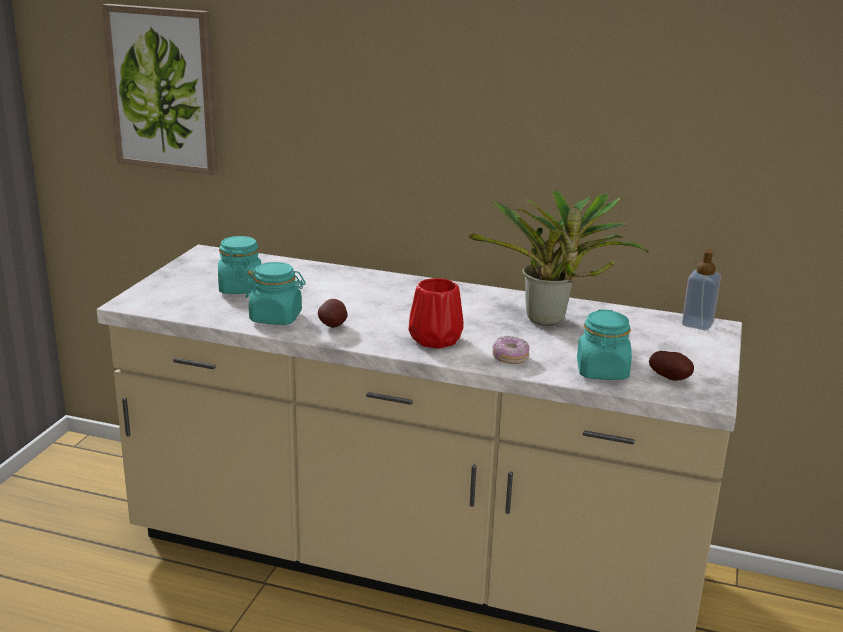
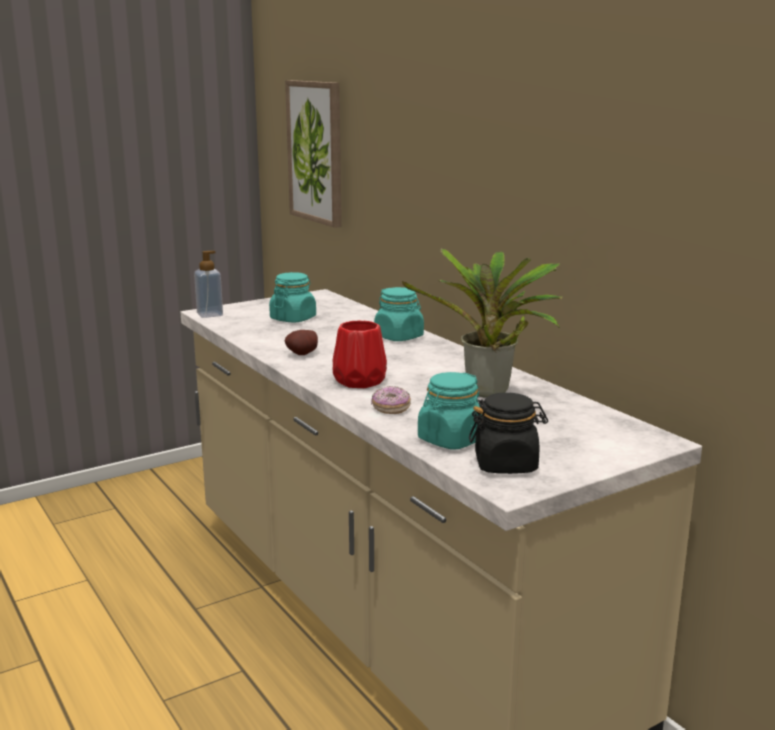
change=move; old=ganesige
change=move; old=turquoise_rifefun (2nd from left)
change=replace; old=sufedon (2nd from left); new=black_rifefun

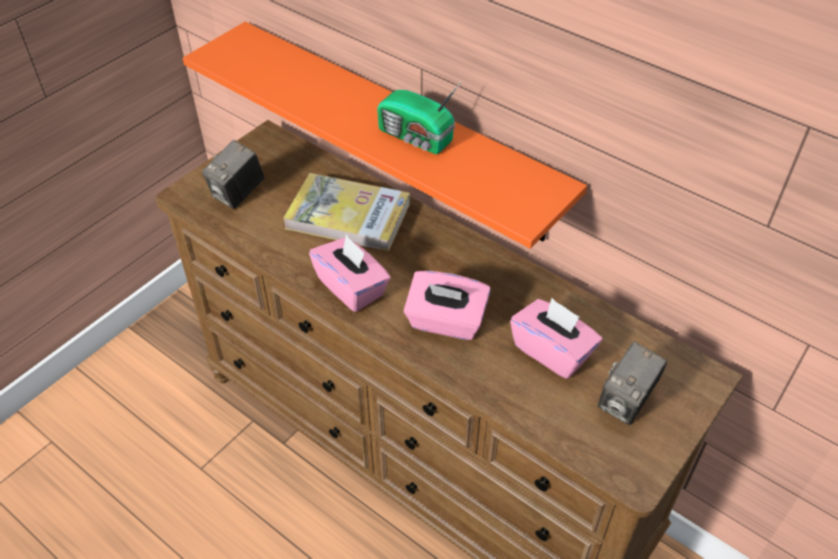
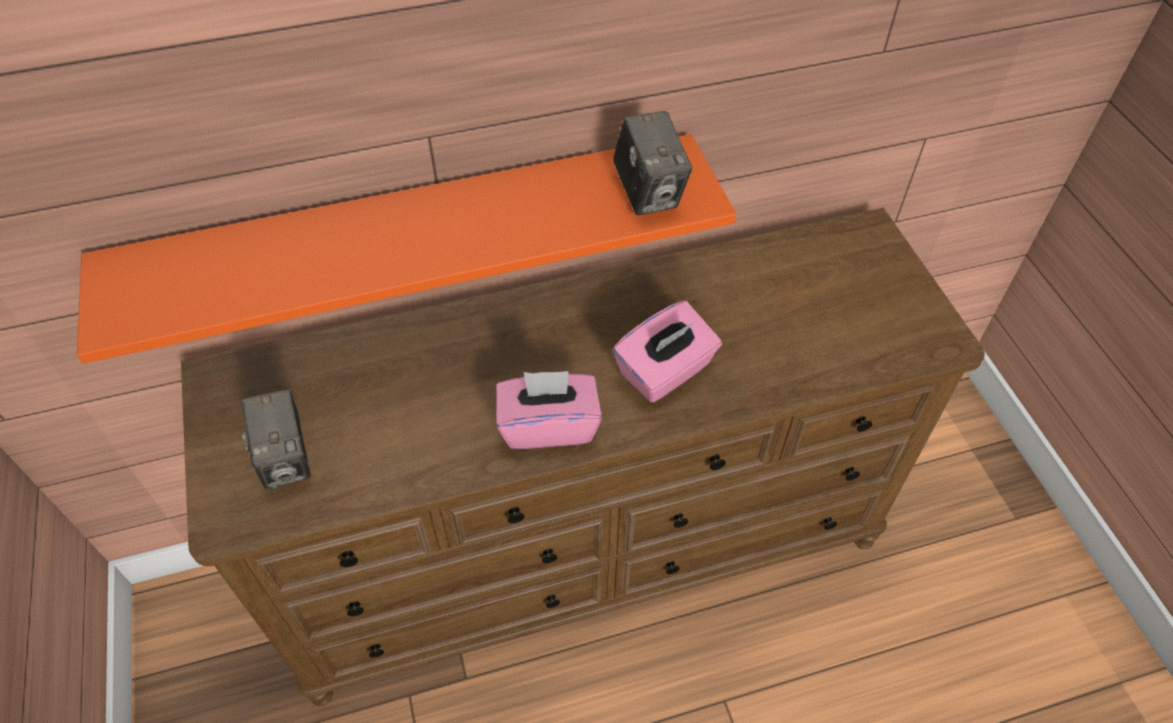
change=delete; old=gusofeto
change=delete; old=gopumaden
change=delete; old=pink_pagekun (3rd from left)
change=move; old=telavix (2nd from left)

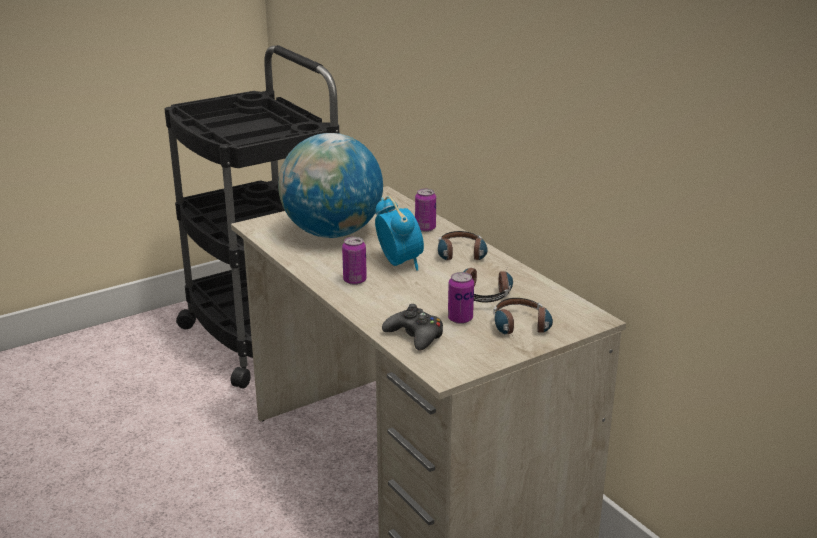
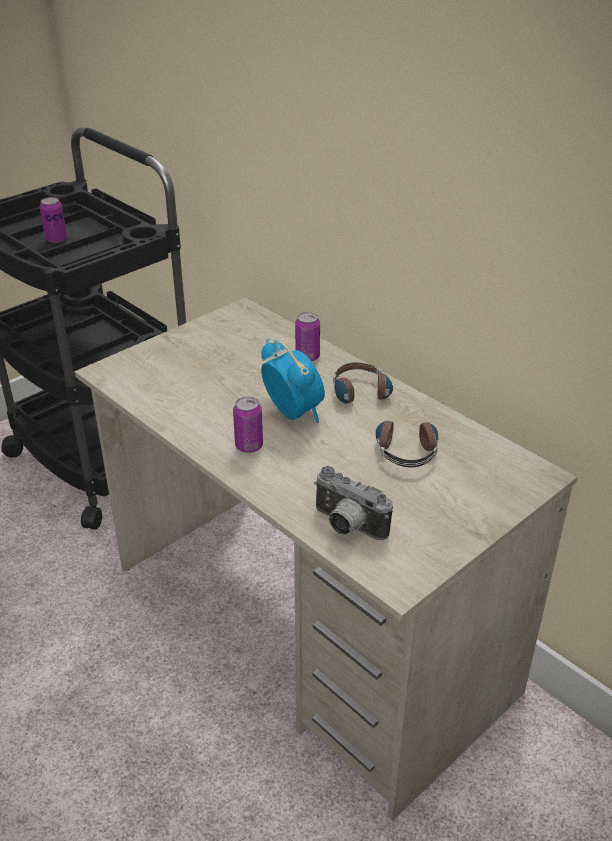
change=delete; old=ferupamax
change=move; old=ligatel (3rd from left in the first image); new=ligatel (1st from left)
change=delete; old=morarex (3rd from left)
change=replace; old=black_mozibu; new=telavix

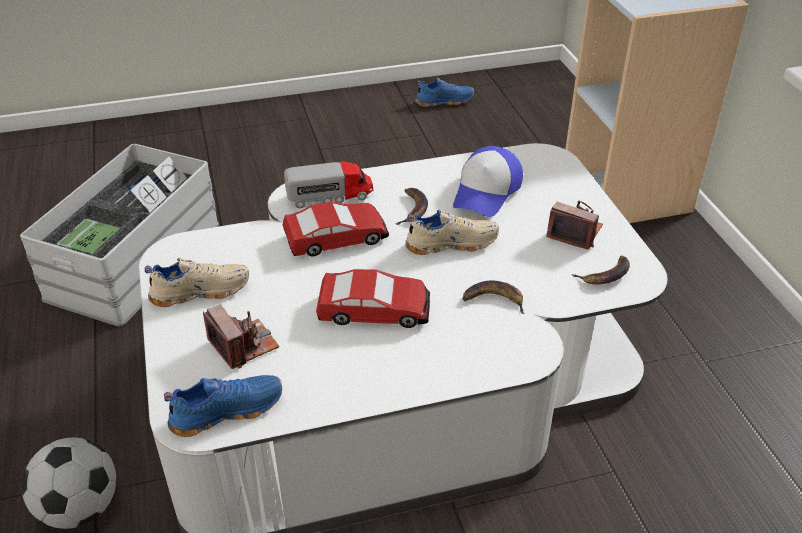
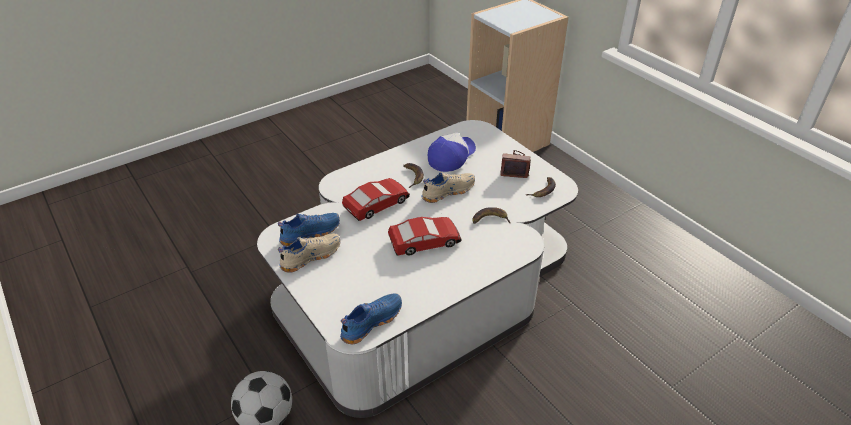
change=move; old=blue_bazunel (2nd from left in the first image); new=blue_bazunel (1st from left)
change=delete; old=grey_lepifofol
change=rotate; old=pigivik; degrees=-150
change=delete; old=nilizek
change=delete; old=telavix (1st from left)

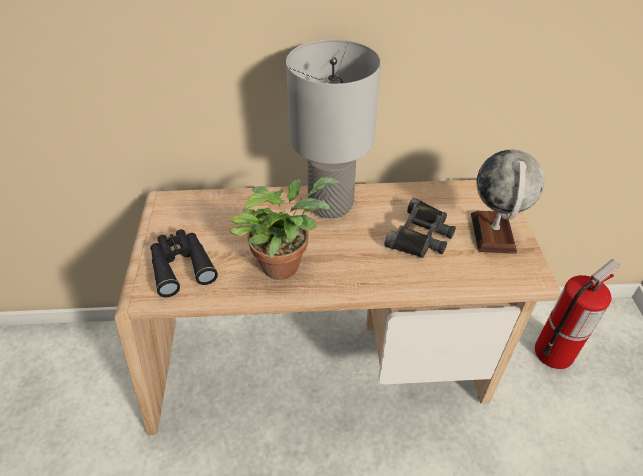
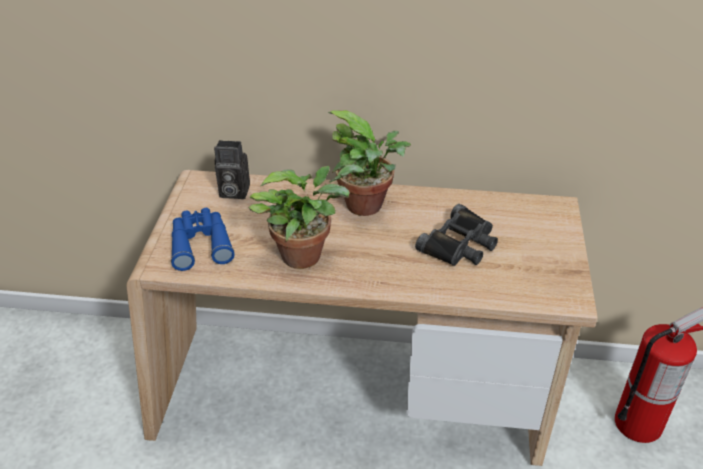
change=replace; old=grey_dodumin; new=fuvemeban (2nd from left)
change=delete; old=ferupamax
change=recolor; old=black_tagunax (1st from left); new=blue_tagunax
change=insert; new=telavix

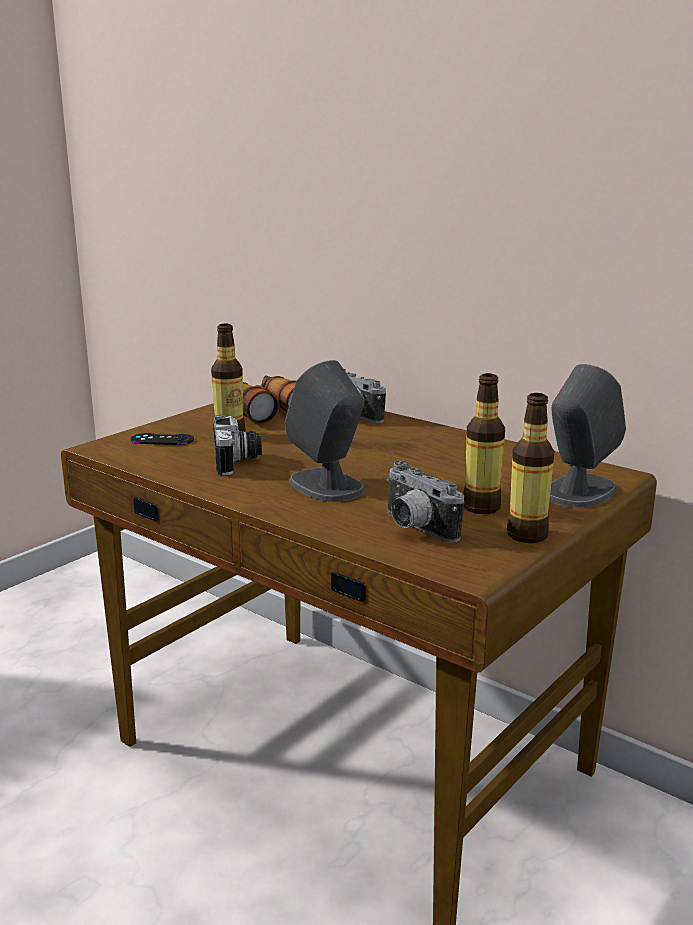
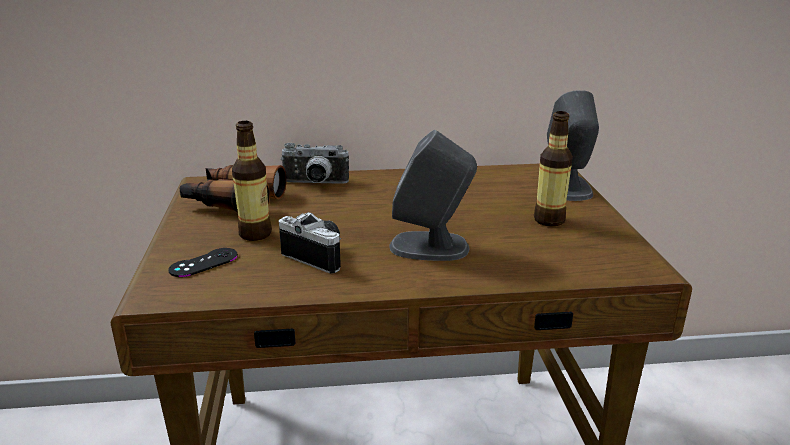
change=delete; old=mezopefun (3rd from left)
change=delete; old=telavix (3rd from left)

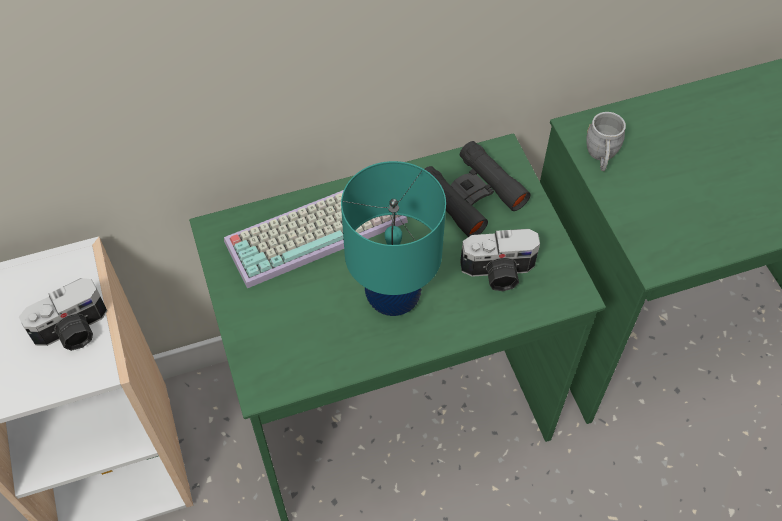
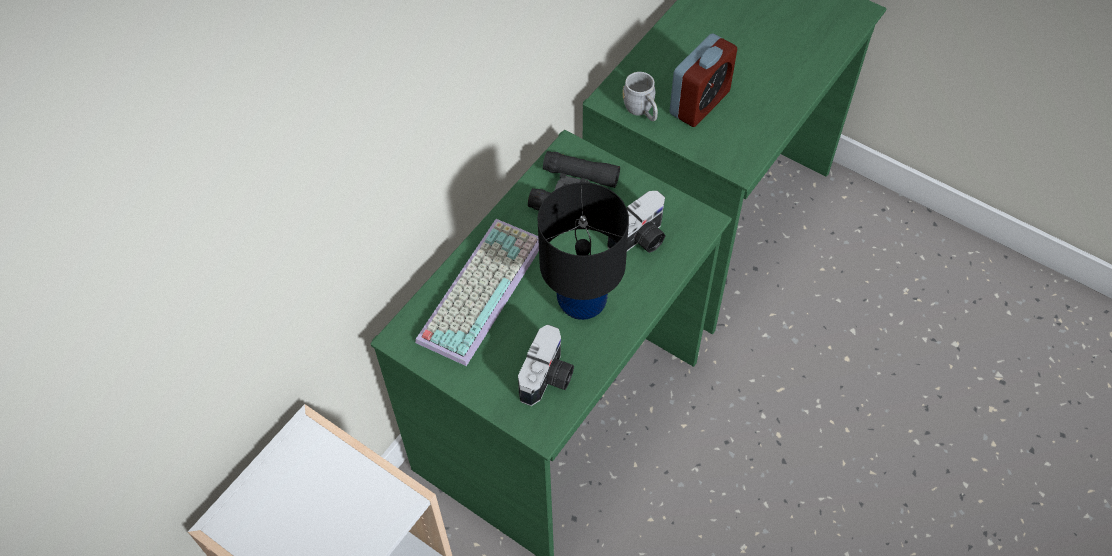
change=recolor; old=turquoise_dodumin; new=black_dodumin
change=move; old=telavix (1st from left)
change=insert; new=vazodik

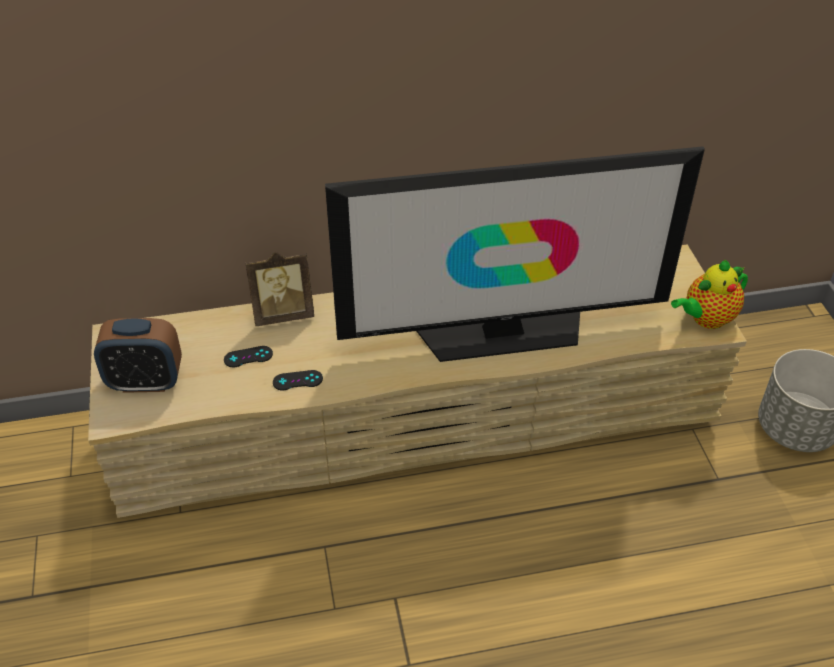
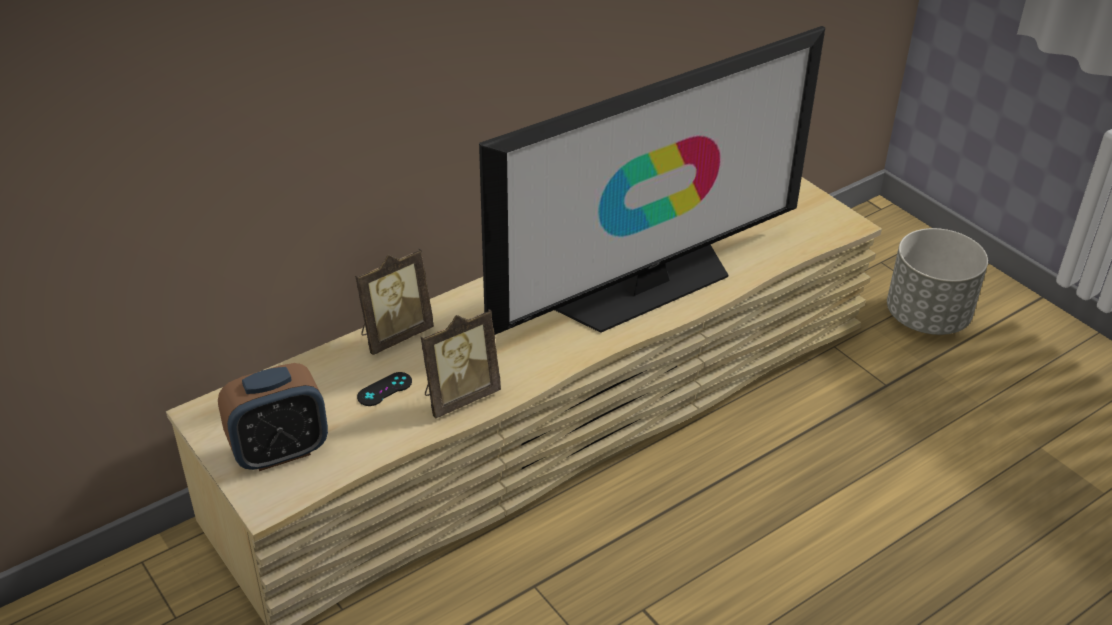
change=delete; old=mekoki
change=replace; old=black_mozibu (2nd from left); new=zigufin (2nd from left)

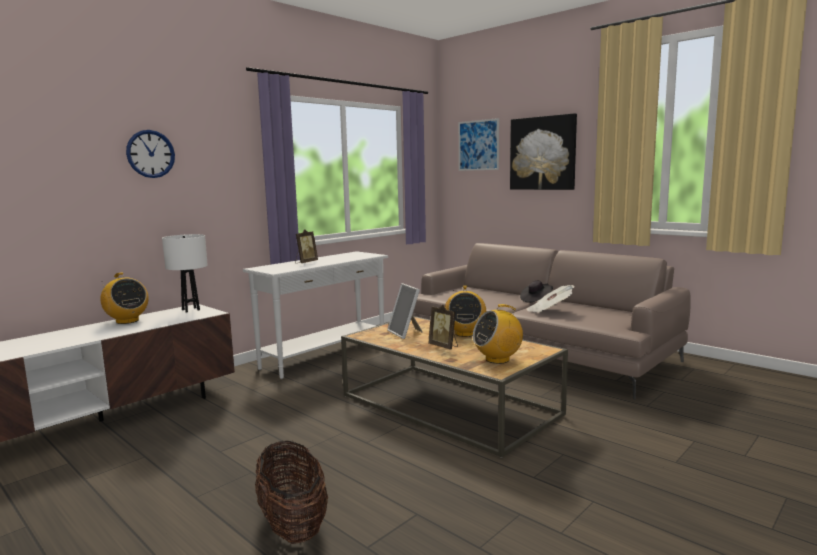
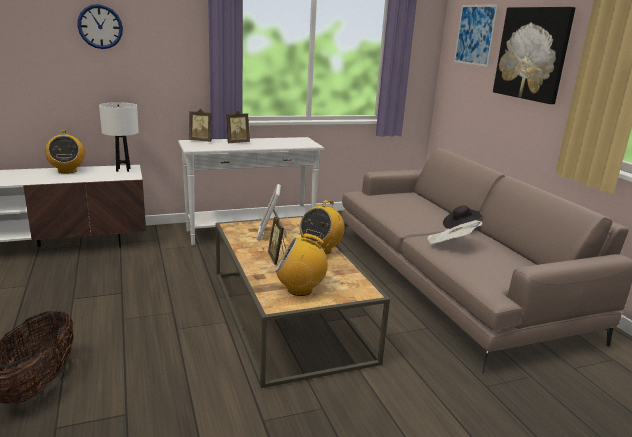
change=insert; new=zigufin (1st from left)

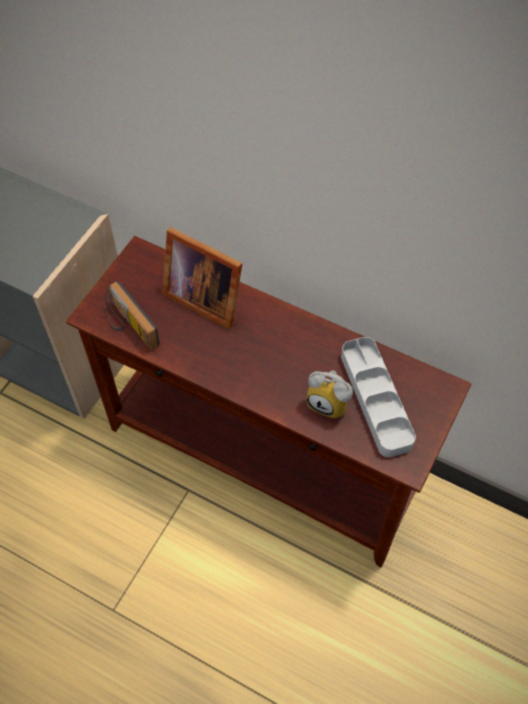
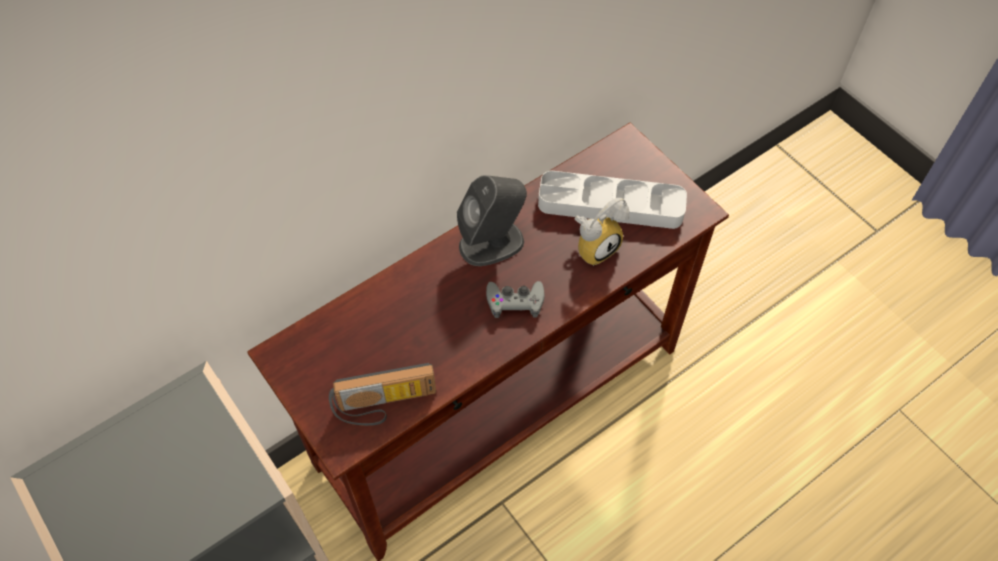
change=delete; old=zigufin
change=insert; new=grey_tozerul
change=insert; new=grey_mozibu

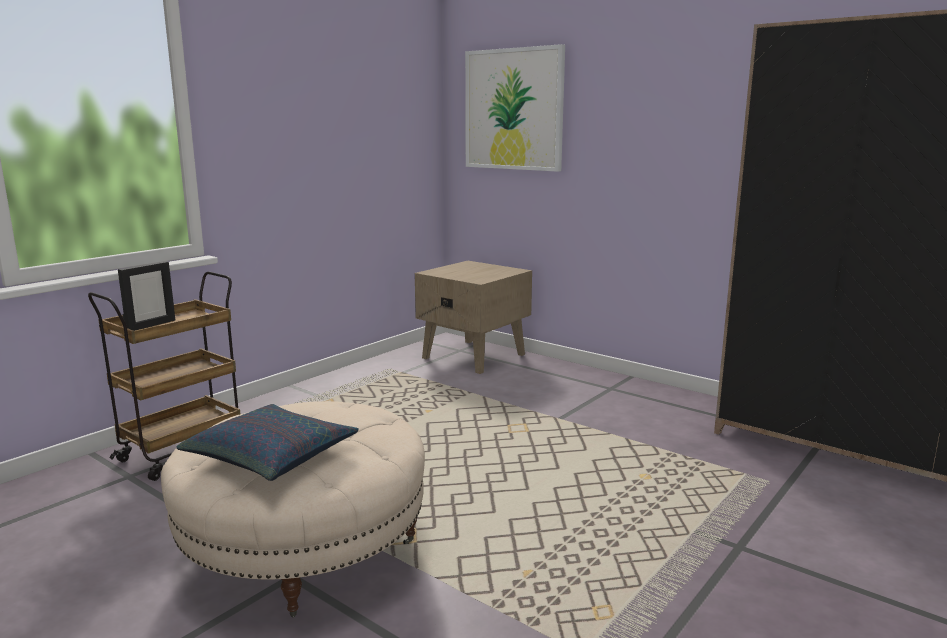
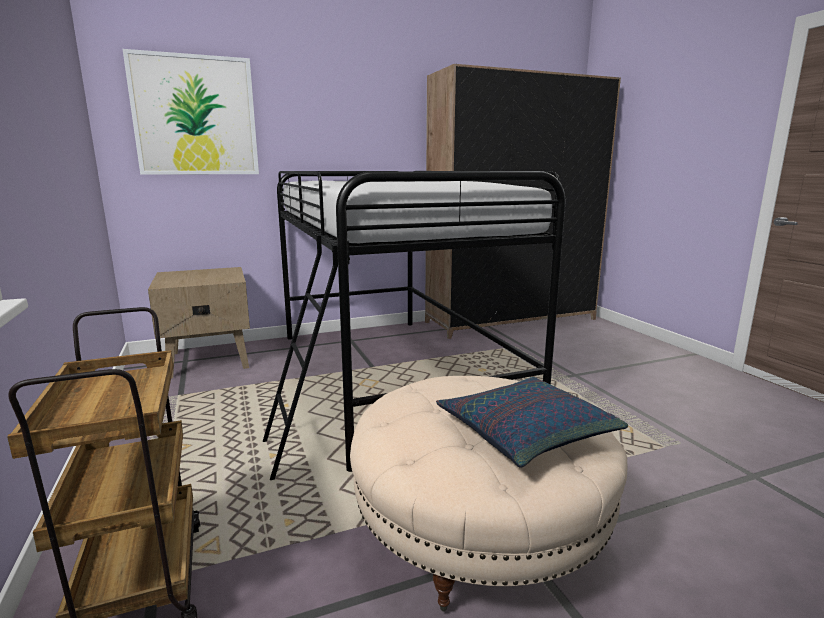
change=delete; old=zigufin
change=insert; new=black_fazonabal

